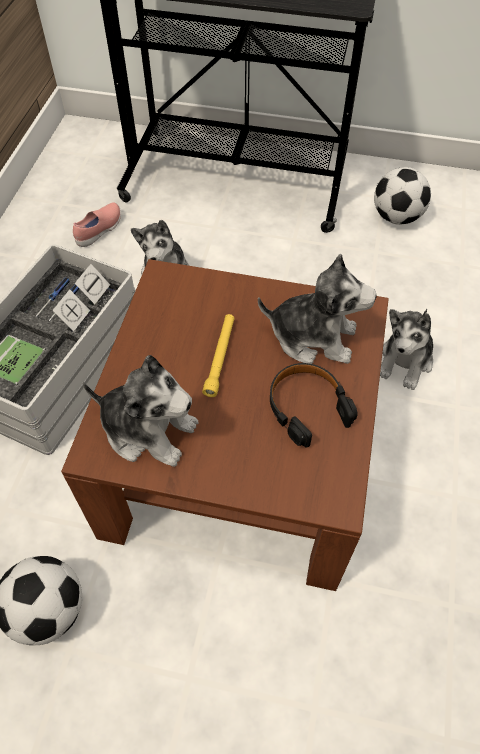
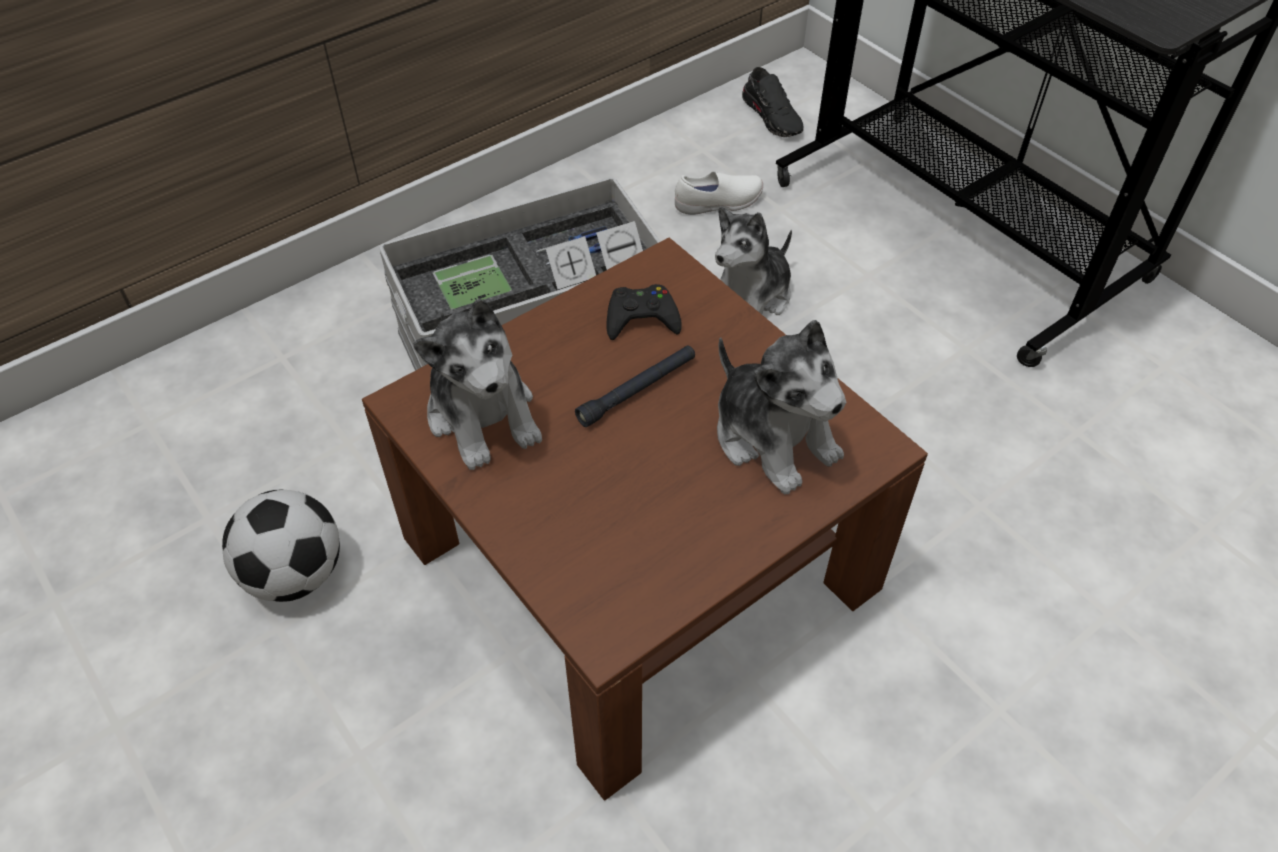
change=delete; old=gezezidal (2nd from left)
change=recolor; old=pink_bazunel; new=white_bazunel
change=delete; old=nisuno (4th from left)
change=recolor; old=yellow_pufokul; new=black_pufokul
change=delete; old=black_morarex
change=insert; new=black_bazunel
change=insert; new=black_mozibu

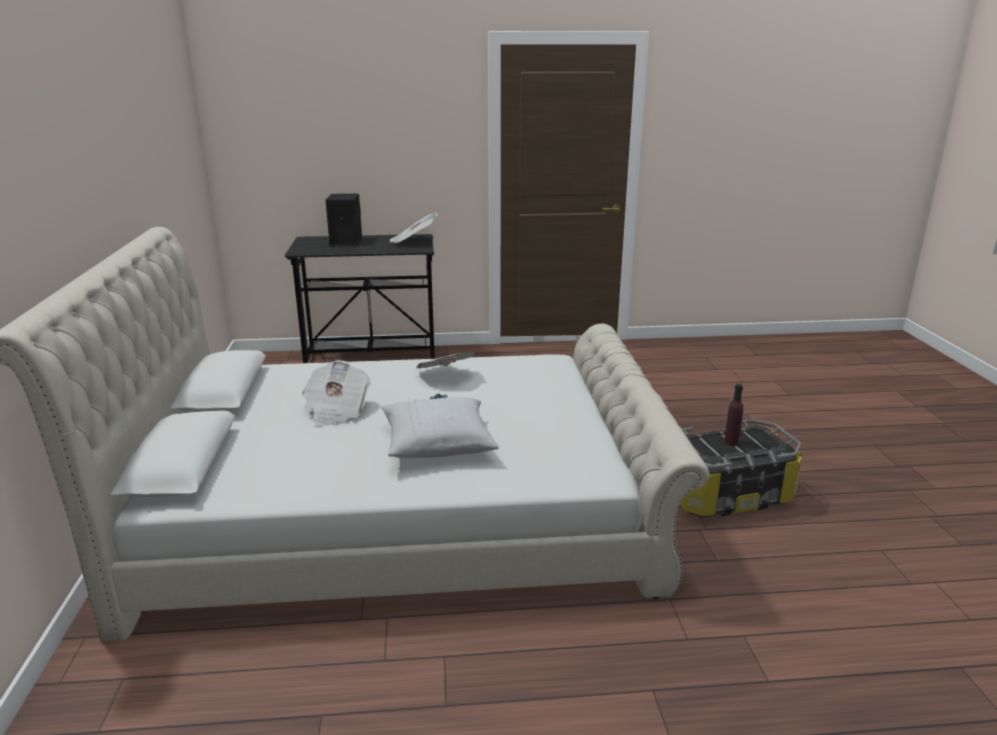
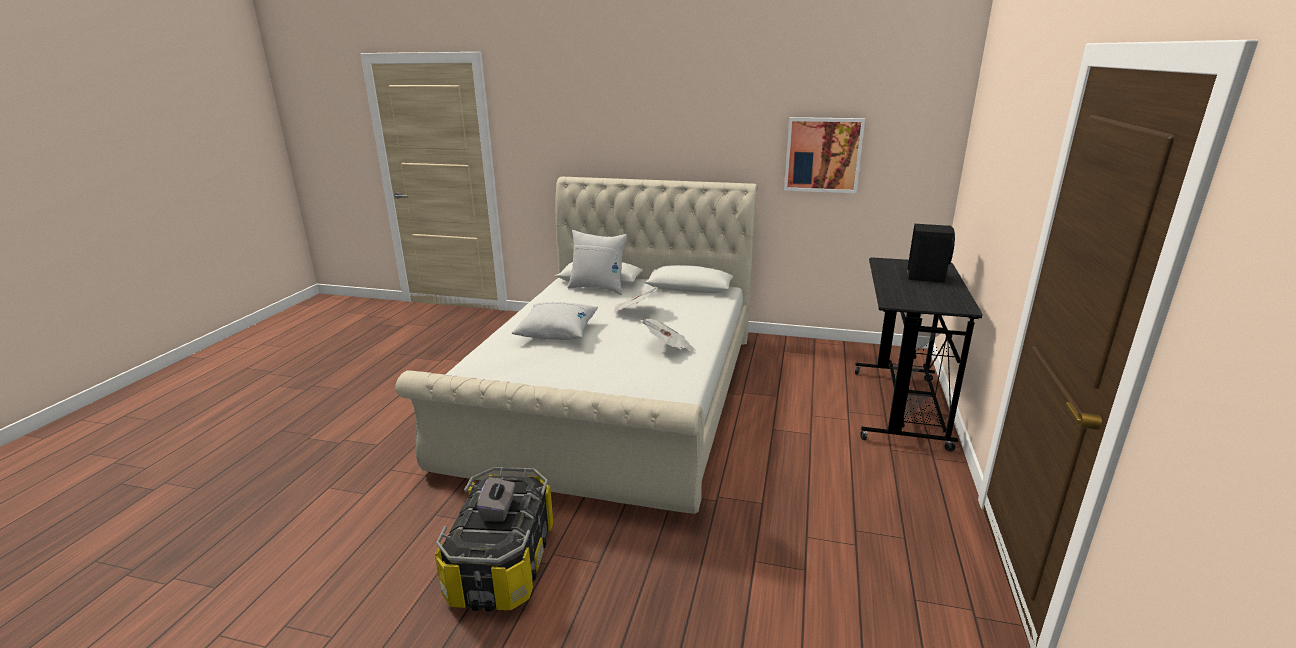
change=delete; old=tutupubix (2nd from left)
change=replace; old=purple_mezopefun; new=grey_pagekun
change=insert; new=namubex
change=insert; new=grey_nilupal (2nd from left)

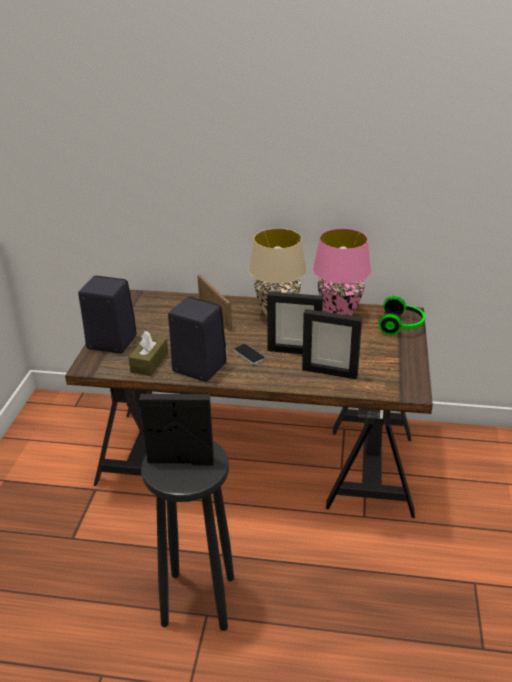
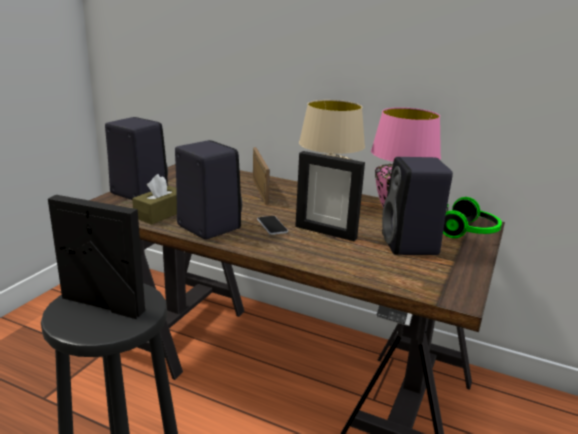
change=delete; old=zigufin (4th from left)
change=insert; new=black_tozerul (3rd from left)

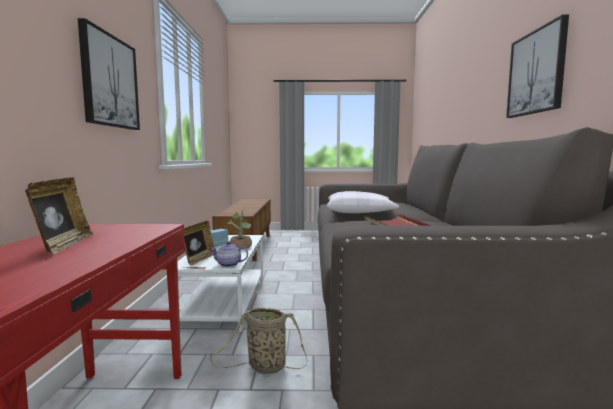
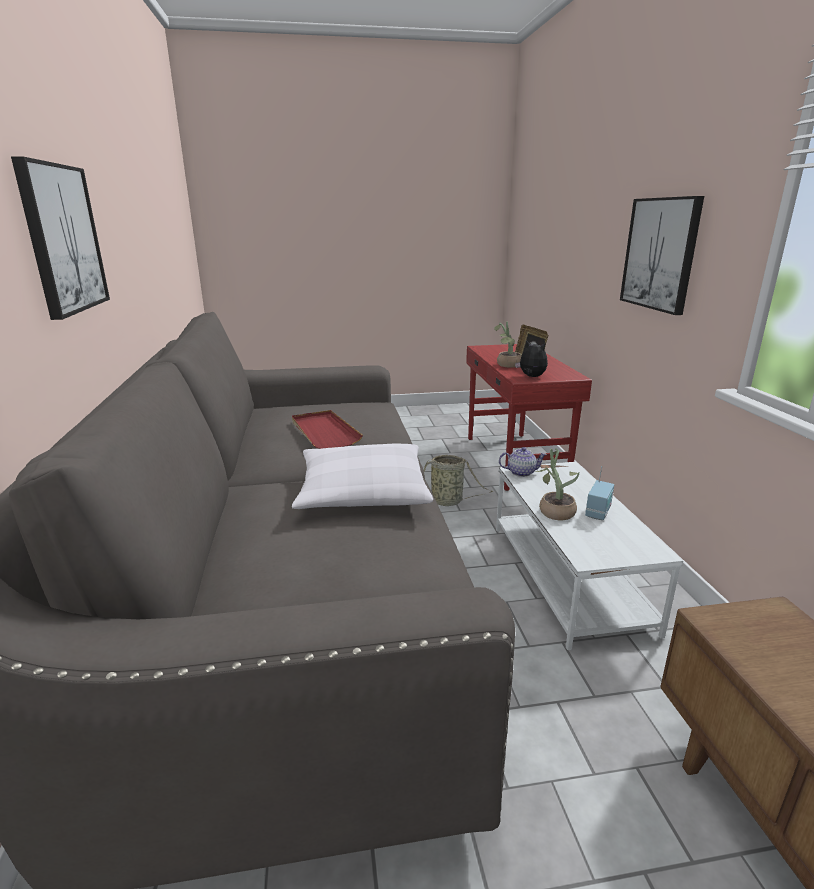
change=delete; old=zigufin (2nd from left)
change=insert; new=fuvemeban (1st from left)
change=insert; new=nisuno

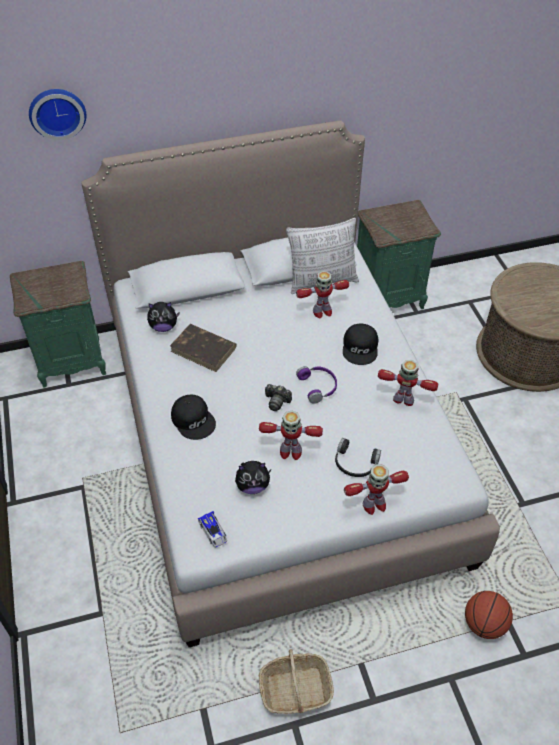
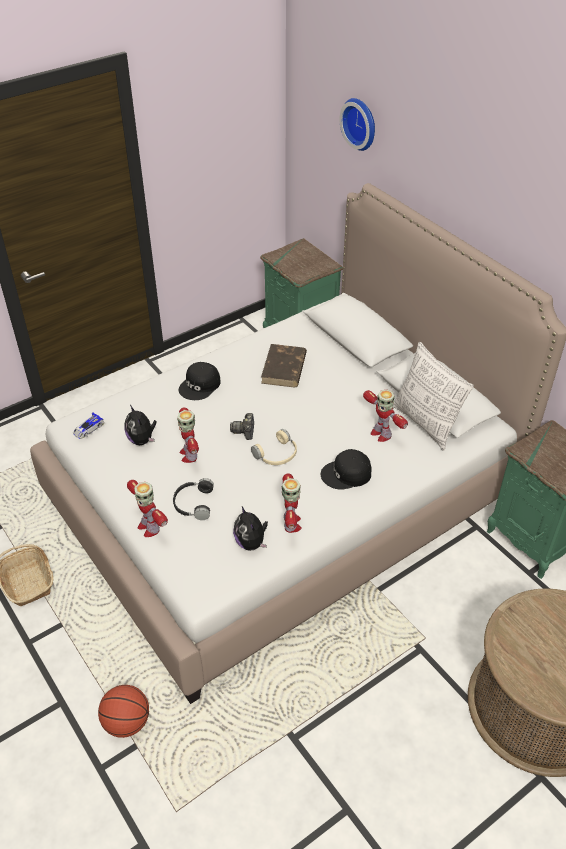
change=move; old=nisuno (1st from left in the first image); new=nisuno (2nd from left)
change=recolor; old=purple_morarex; new=beige_morarex

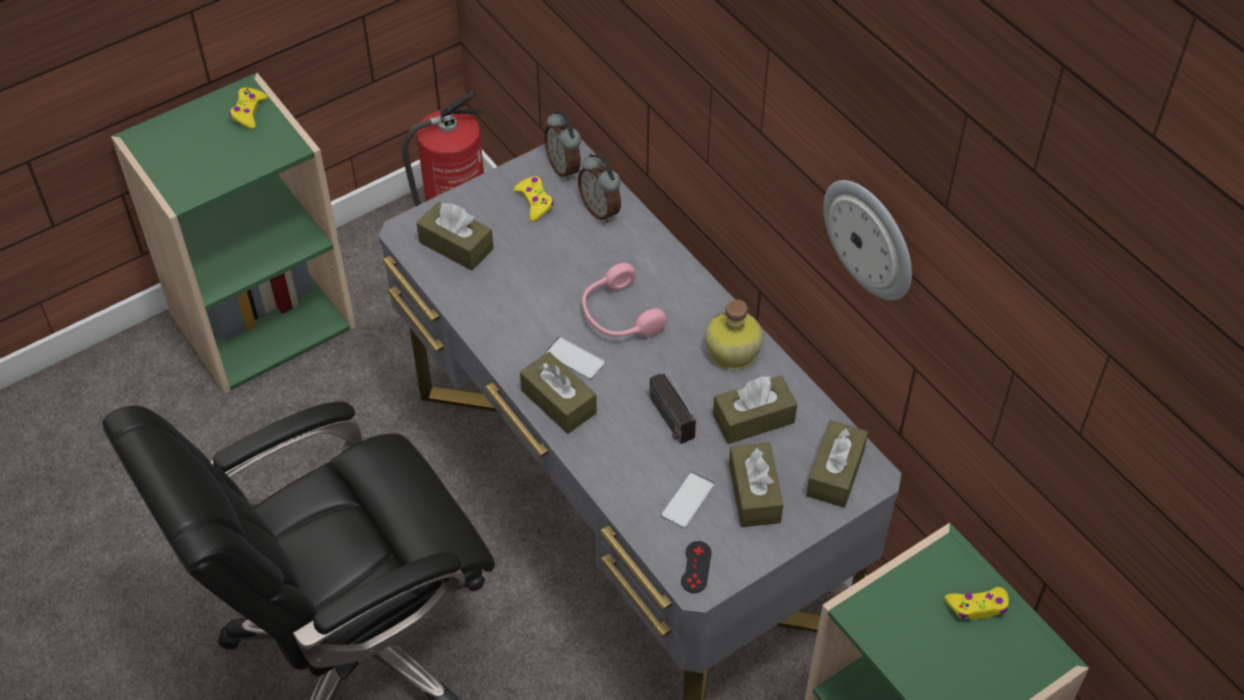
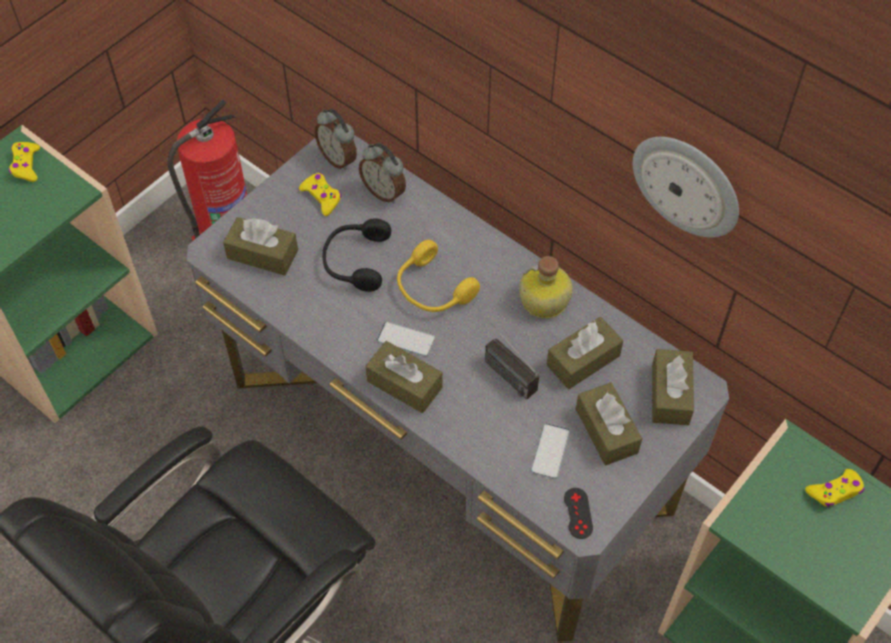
change=recolor; old=pink_morarex; new=yellow_morarex
change=insert; new=black_morarex

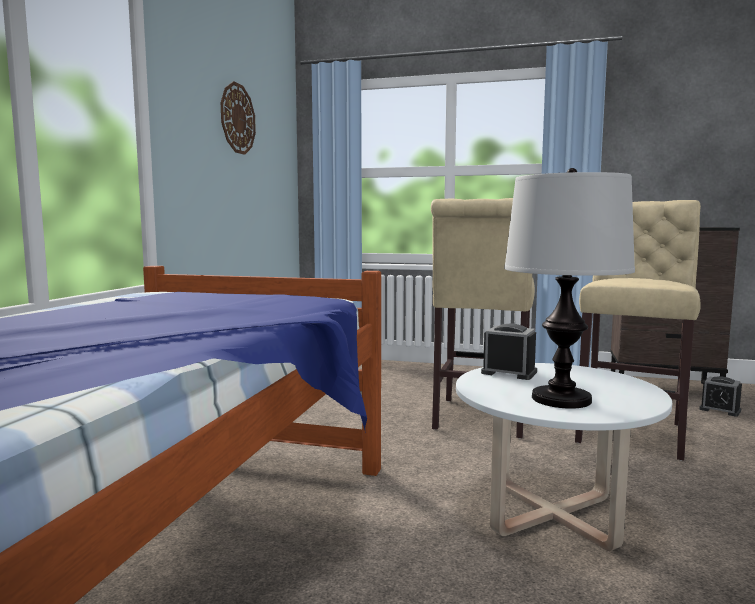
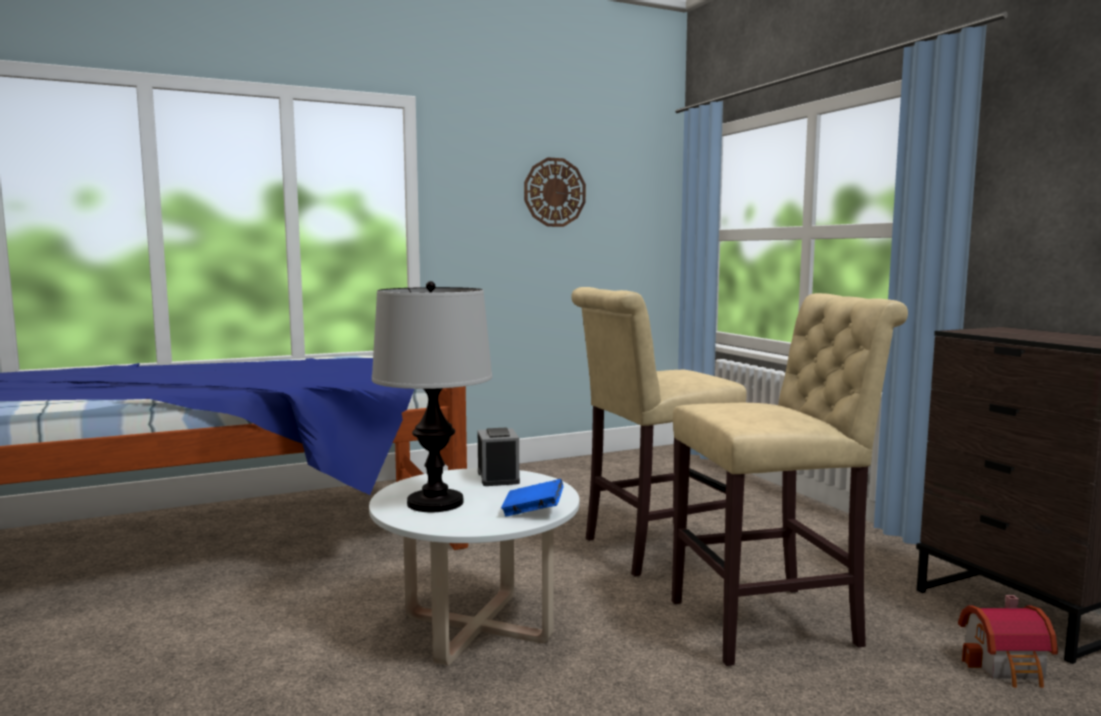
change=replace; old=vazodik (2nd from left); new=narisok
change=insert; new=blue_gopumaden

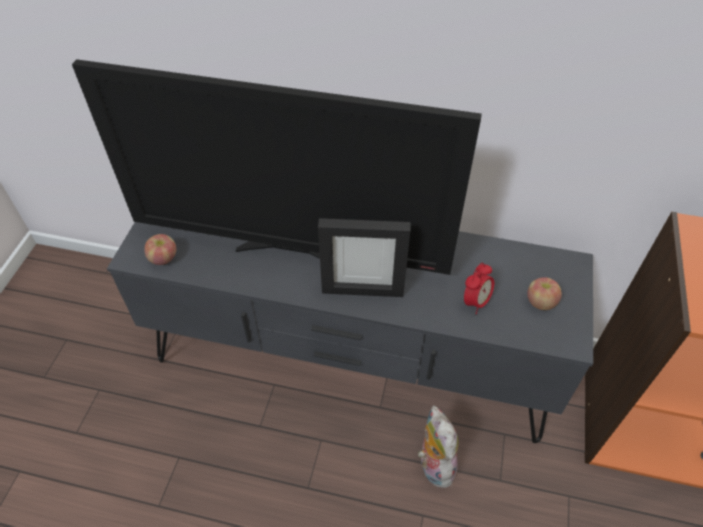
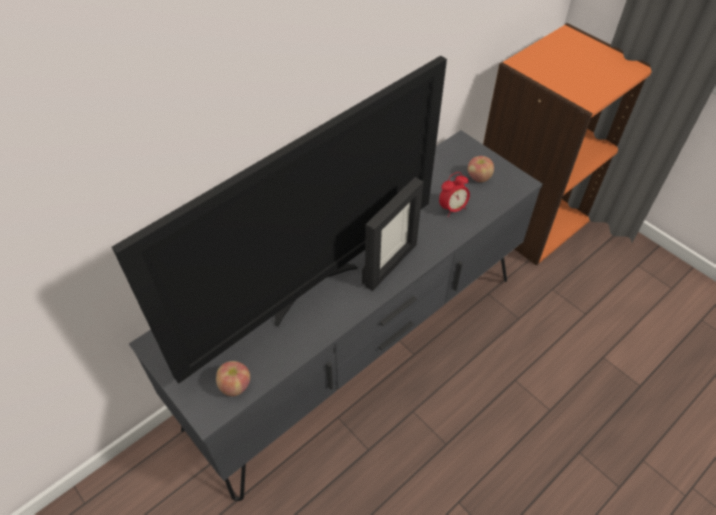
change=rotate; old=vazodik; degrees=75
change=delete; old=nisuno

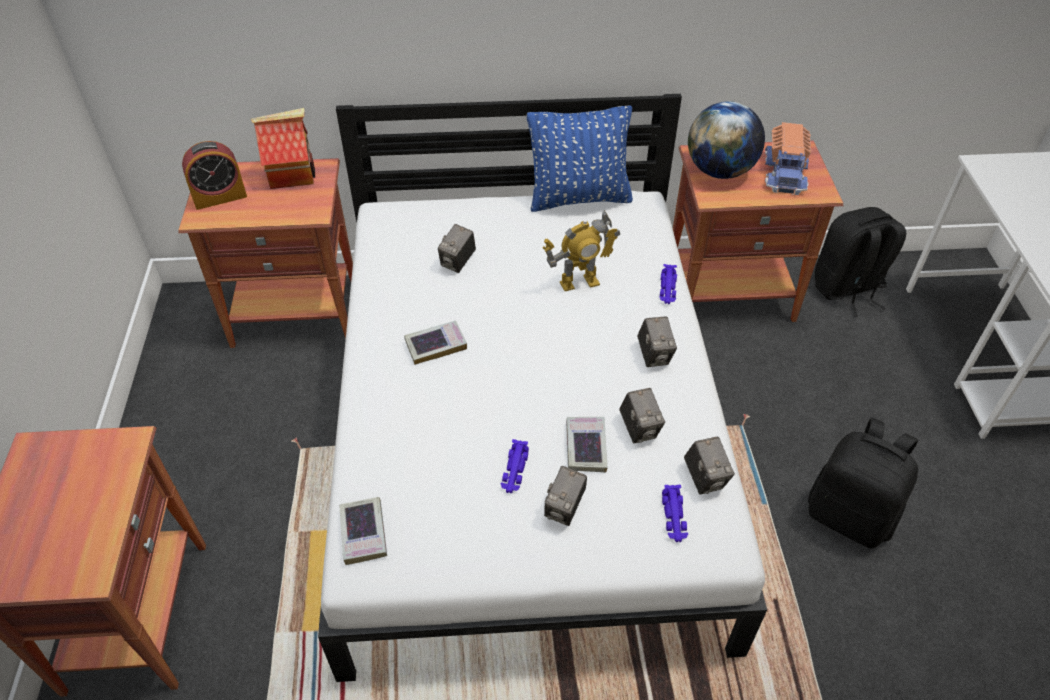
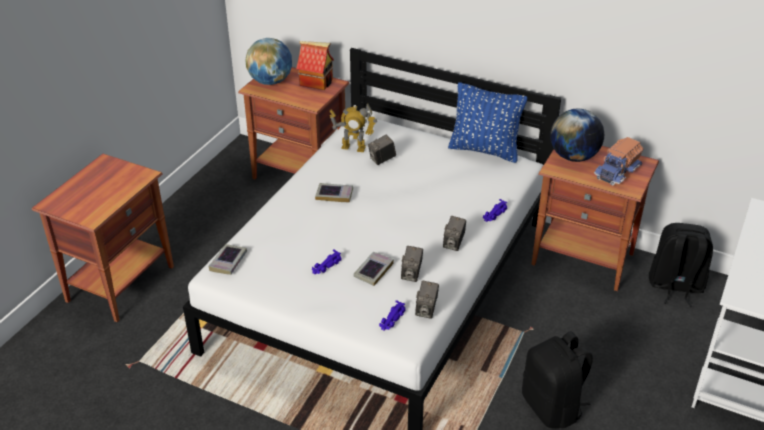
change=replace; old=vazodik; new=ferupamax (1st from left)
change=move; old=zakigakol
change=delete; old=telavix (2nd from left)

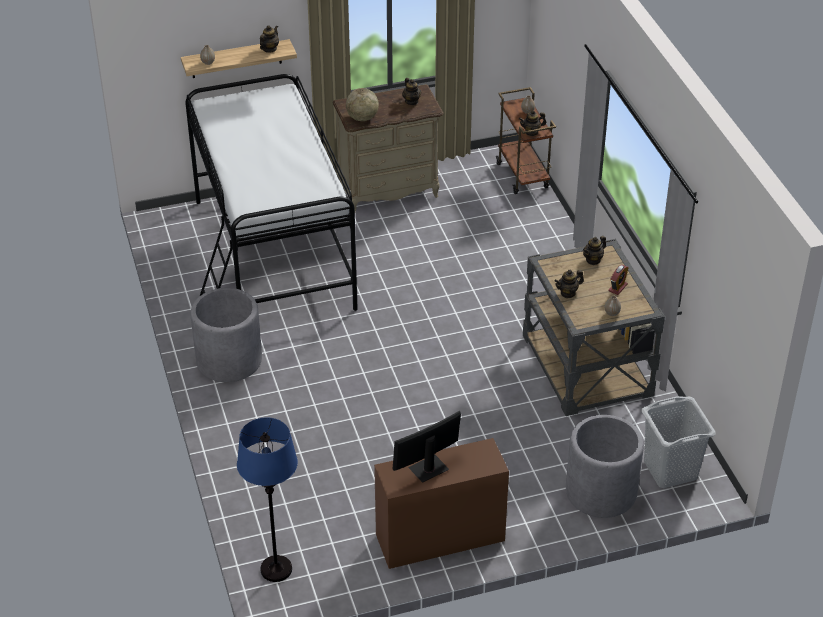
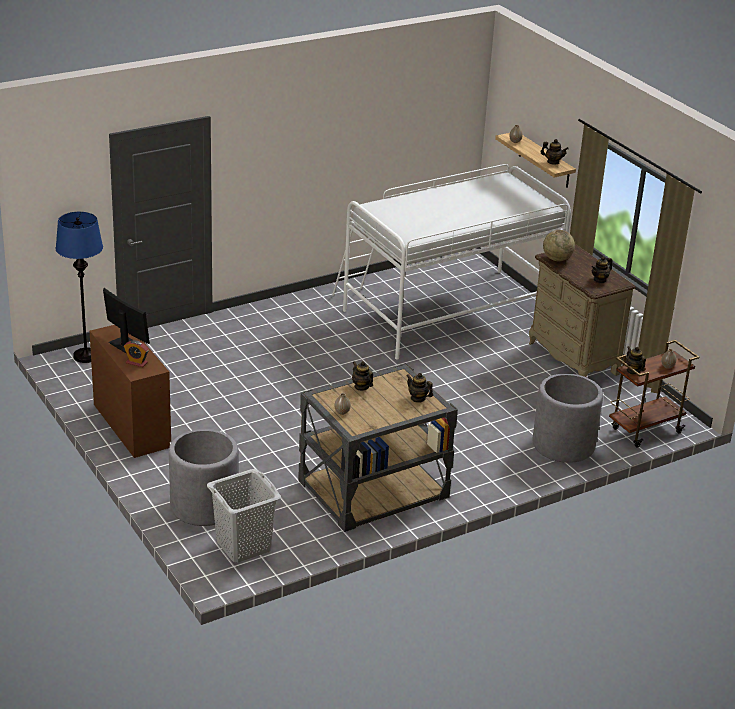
change=recolor; old=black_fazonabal; new=white_fazonabal
change=move; old=vazodik
change=move; old=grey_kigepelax (1st from left in the first image); new=grey_kigepelax (2nd from left)

